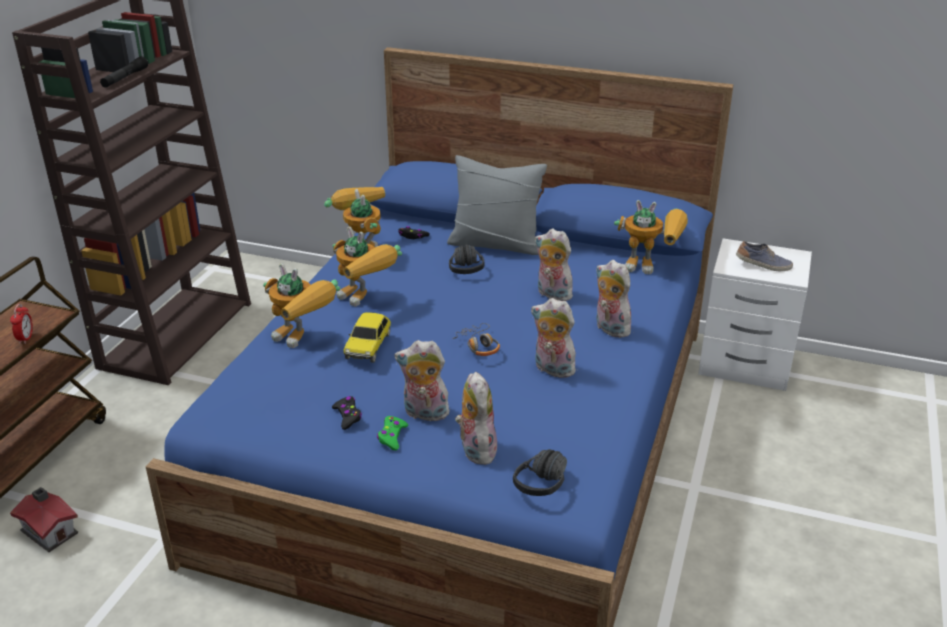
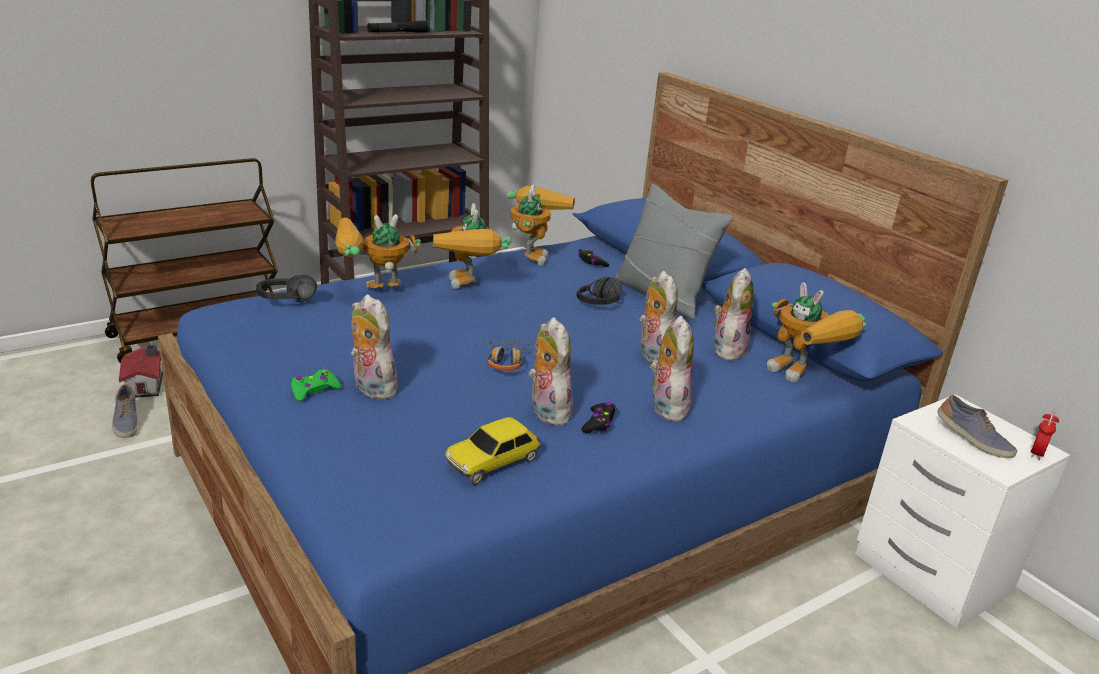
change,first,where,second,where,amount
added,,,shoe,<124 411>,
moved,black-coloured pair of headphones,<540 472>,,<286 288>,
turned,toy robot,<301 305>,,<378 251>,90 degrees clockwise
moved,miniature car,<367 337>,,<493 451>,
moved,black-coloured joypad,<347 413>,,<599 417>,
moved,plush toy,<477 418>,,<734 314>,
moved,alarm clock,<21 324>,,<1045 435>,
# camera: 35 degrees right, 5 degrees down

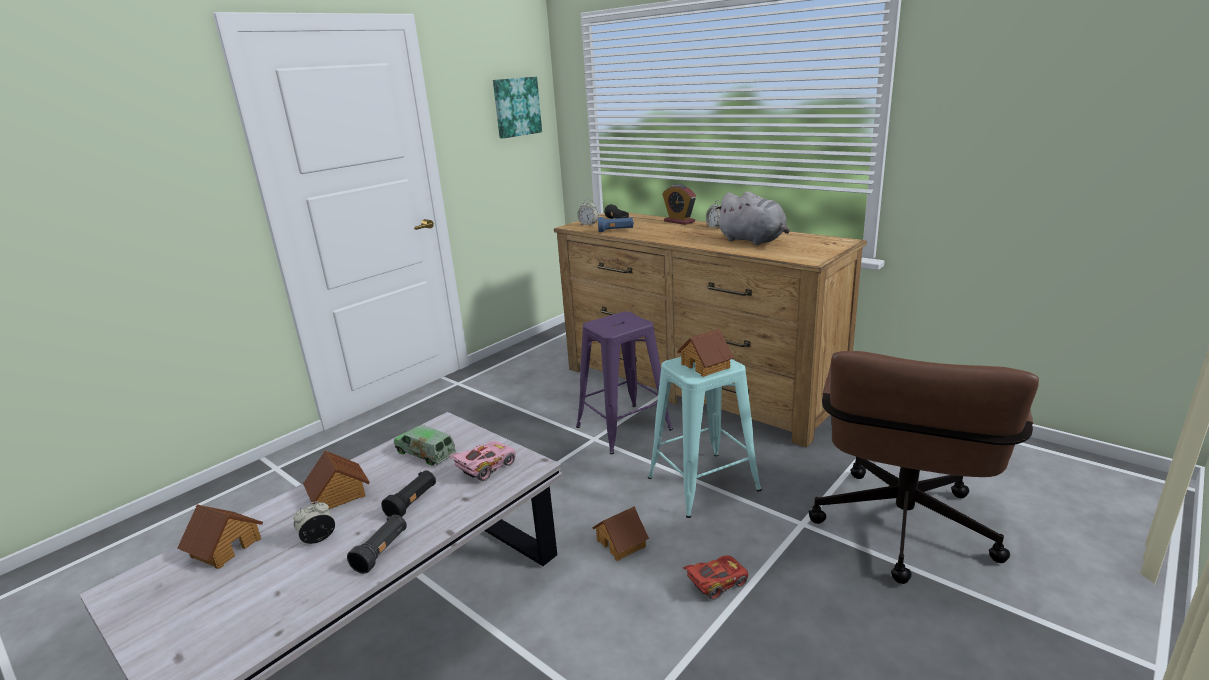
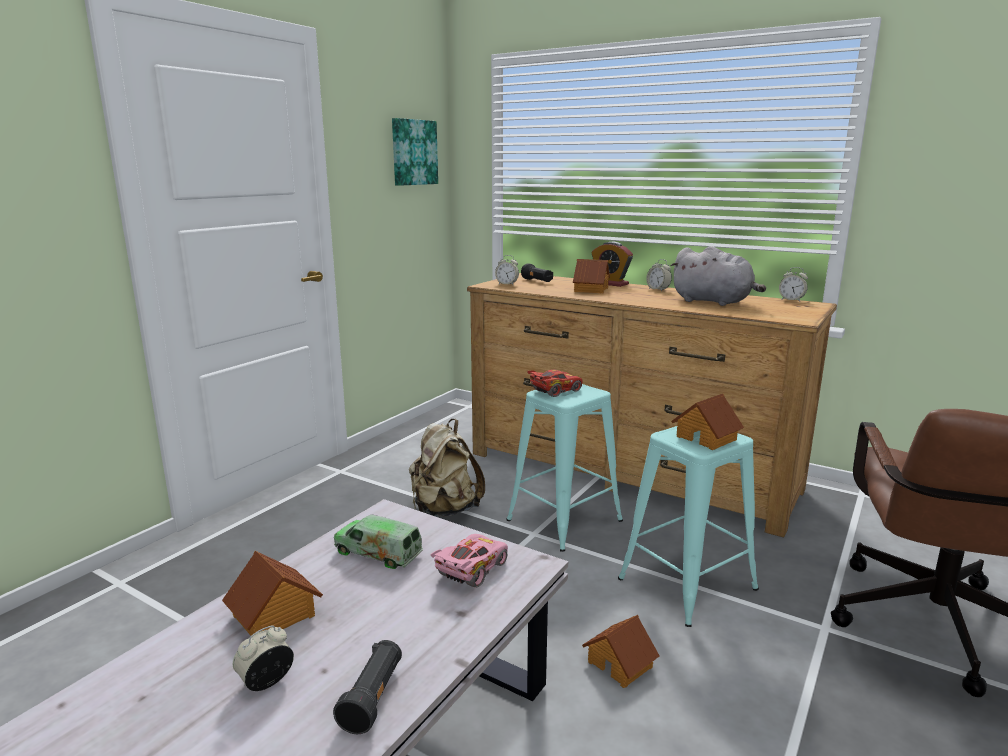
change,first,where,second,where,amount
added,,,beige backpack,<447 468>,
recoloured,purple-coloured sitting stool,<624 383>,turquoise sitting stool,<564 468>,
moved,reddish miniature car,<715 577>,,<554 383>,
moved,model house,<220 536>,,<591 276>,
added,,,alarm clock,<793 284>,
removed,black-coloured hand torch,<408 494>,,,
removed,blue hand torch,<616 224>,,,
# camera: 10 degrees left, 5 degrees down

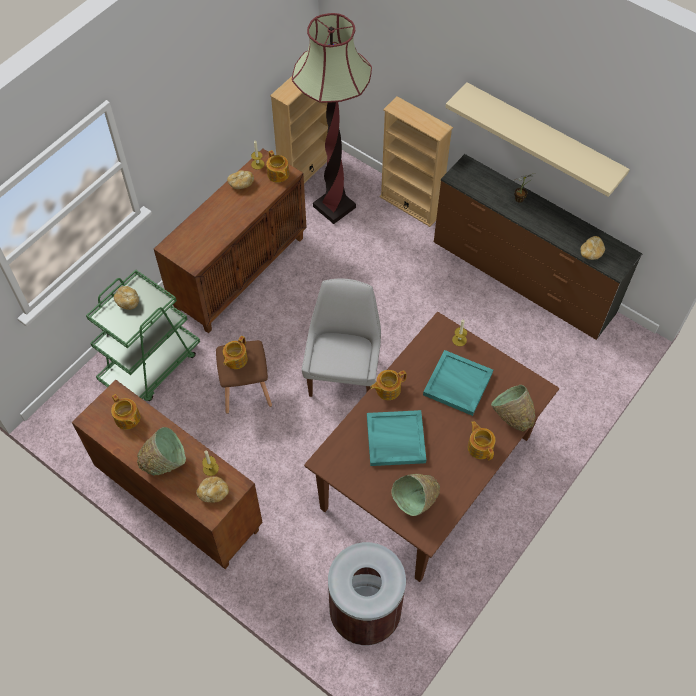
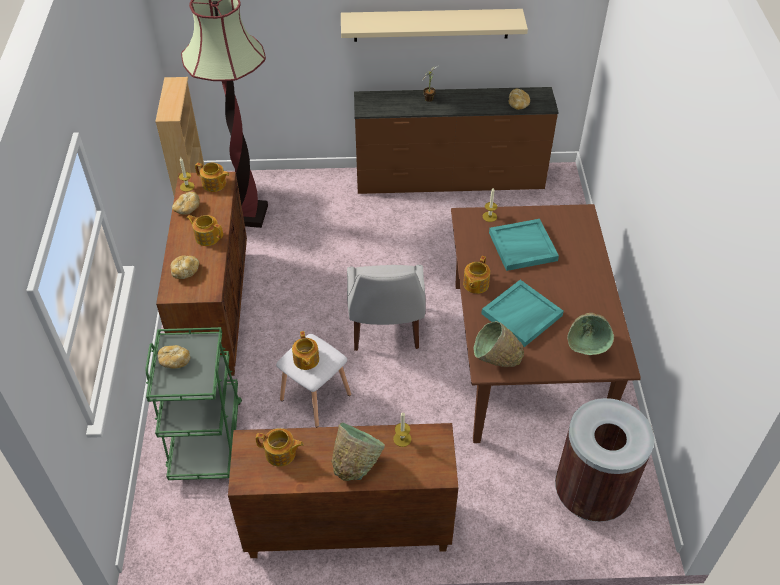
change,first,where,second,where,amount
moved,baked bread,<212 489>,,<185 267>,
moved,pot for tea,<481 440>,,<205 230>,
recoloured,brown-coloured sitting stool,<244 377>,white-coloured sitting stool,<313 380>,
turned,white-coloured chair,<341 338>,,<386 308>,150 degrees counterclockwise
moved,green-coloured serving bowl,<513 408>,,<498 344>,
removed,beige shelving unit,<416 161>,,,
# camera: 40 degrees left, 10 degrees down

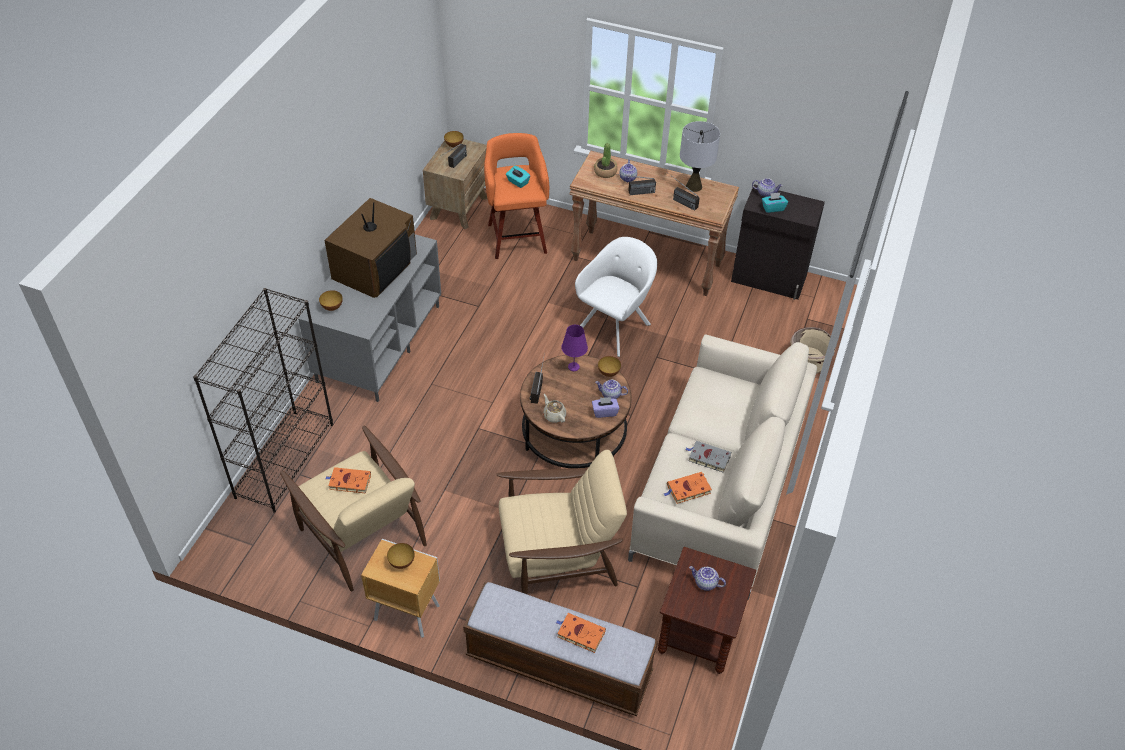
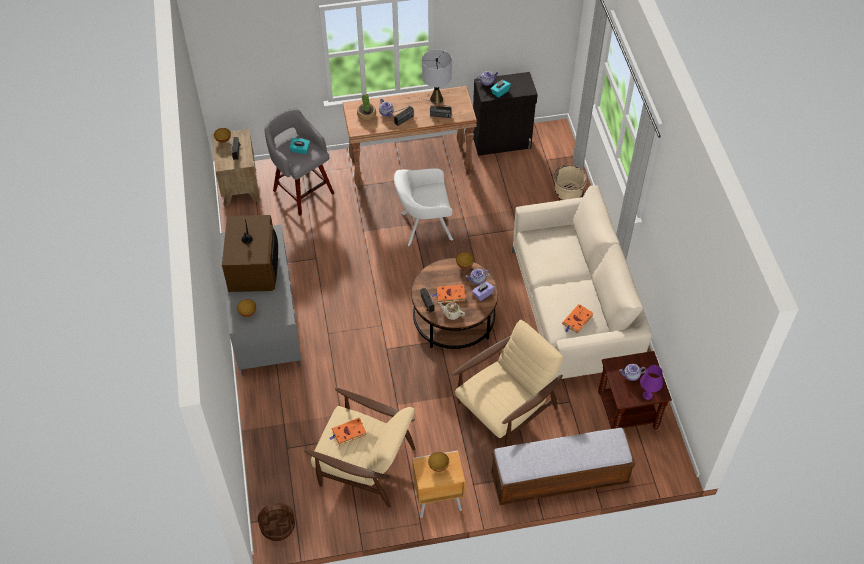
change,first,where,second,where,amount
added,,,basket,<276 522>,
recoloured,orange-coloured sitting stool,<516 196>,greyish sitting stool,<299 162>,
turned,white-coloured lounge chair,<616 297>,,<423 207>,105 degrees counterclockwise
moved,orange-coloured book,<581 633>,,<449 293>,
moved,purple-coloured lamp for a table,<574 348>,,<651 382>,
removed,black-coloured shelving unit,<263 400>,,,
removed,greyish book,<708 457>,,,
# camera: 30 degrees left, 5 degrees up

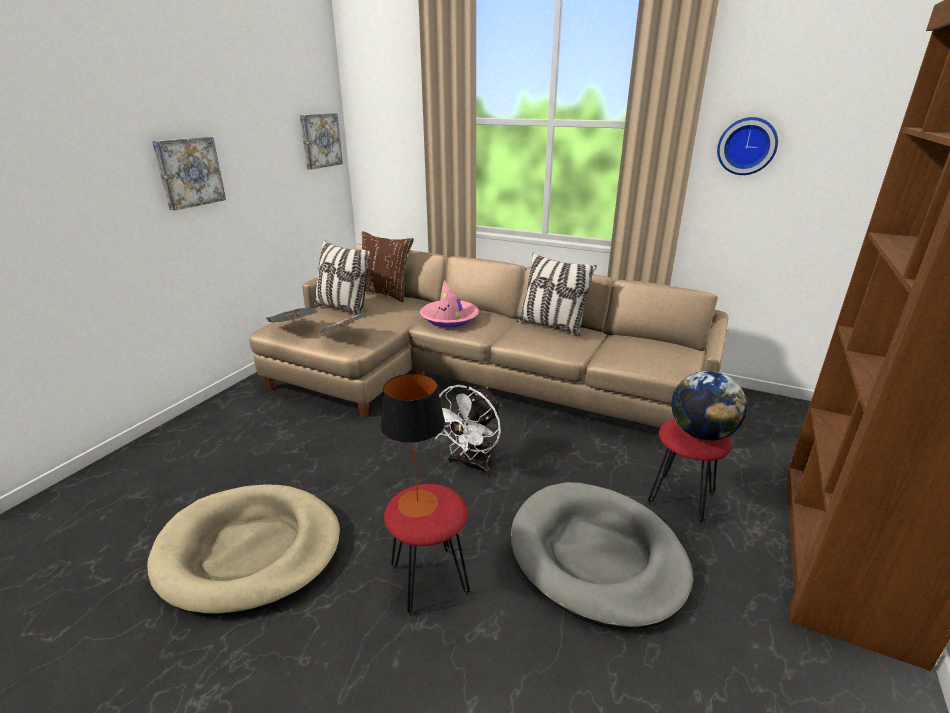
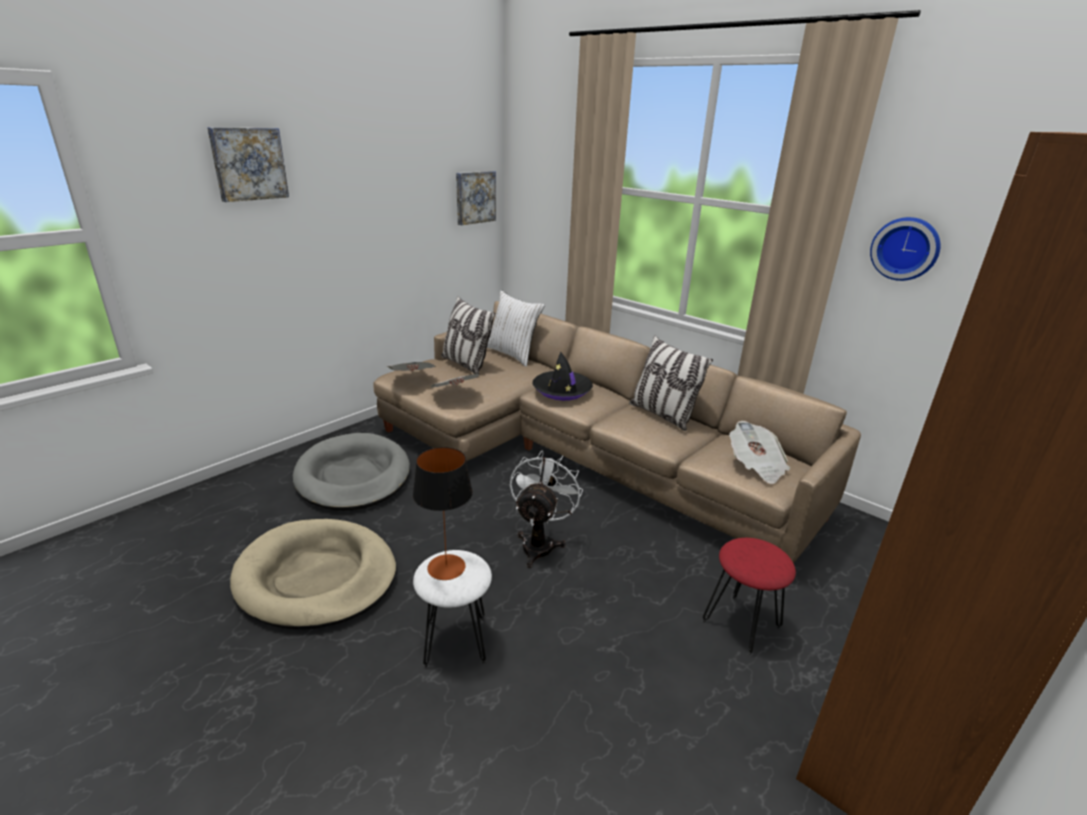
change,first,where,second,where,amount
moved,wall art,<189 174>,,<248 164>,
moved,greyish dog cushion,<602 555>,,<351 472>,
recoloured,reddish sitting stool,<427 550>,white-coloured sitting stool,<452 609>,
recoloured,brown-coloured pillow,<388 266>,white-coloured pillow,<516 328>,
turned,white-coloured cooling fan,<468 431>,,<546 509>,150 degrees clockwise
recoloured,pinkish clothing hat,<449 303>,black-coloured clothing hat,<563 376>,
added,,,printed paper,<759 452>,
removed,globe,<709 406>,,,
# camera: 15 degrees right, 0 degrees up

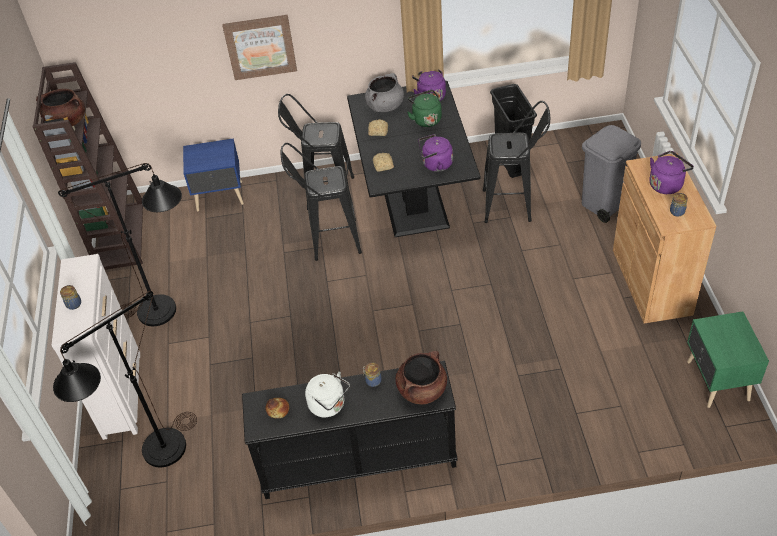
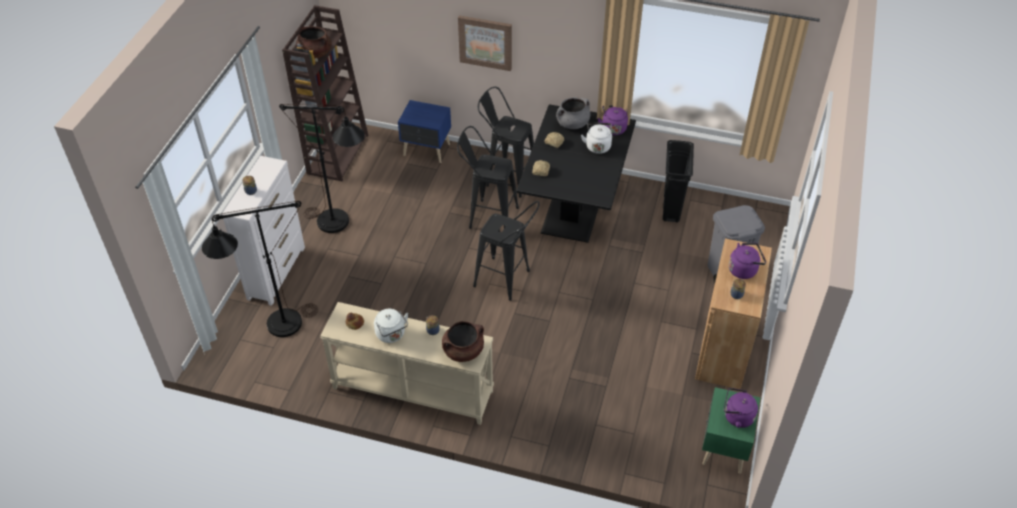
change,first,where,second,where,amount
recoloured,black-coloured console table,<350 430>,beige console table,<407 363>,
moved,black-coloured sitting stool,<516 162>,,<506 251>,
recoloured,green-coloured kettle,<424 108>,white-coloured kettle,<596 138>,
moved,purple-coloured kettle,<435 153>,,<741 408>,
# camera: 20 degrees right, 0 degrees up

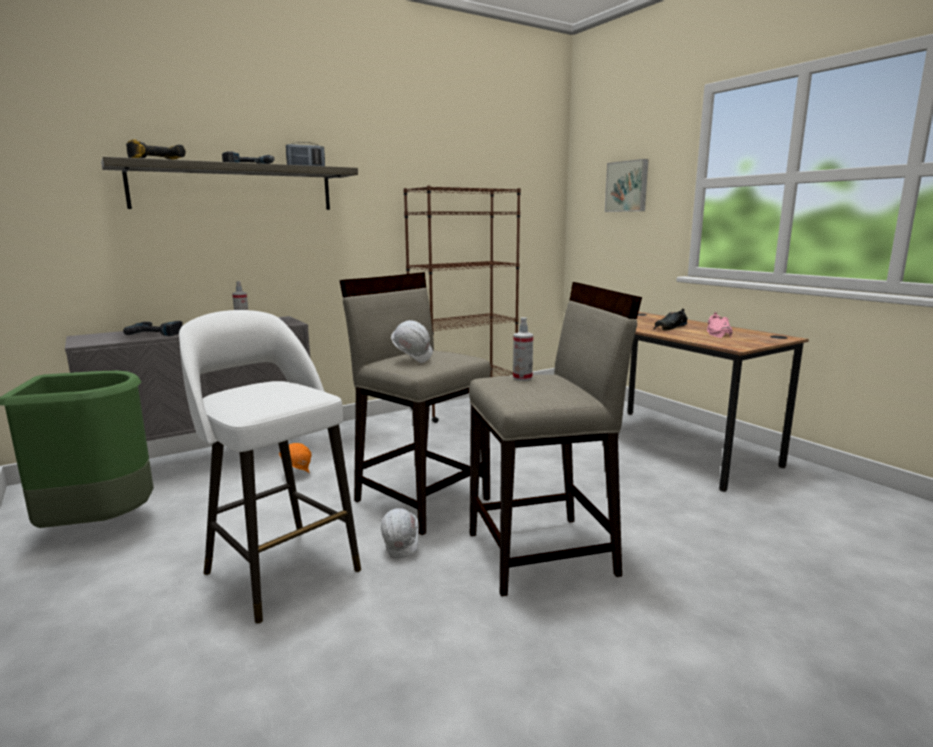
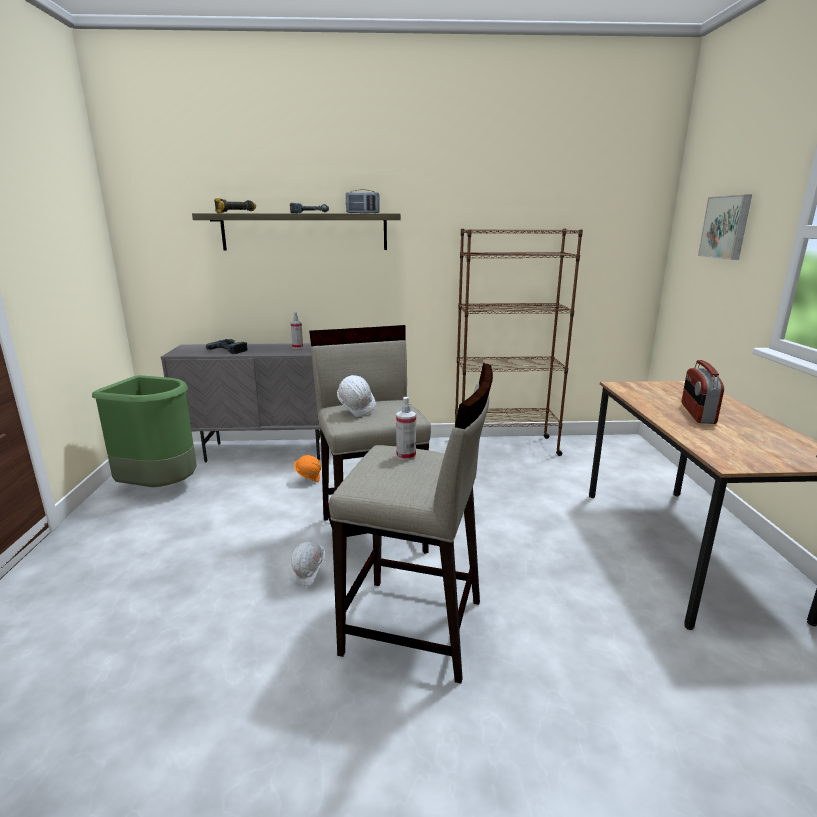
change,first,where,second,where,amount
replaced,black-coloured shoe,<671 320>,radio,<703 392>,
removed,white-coloured sitting stool,<270 467>,,,
removed,pinkish shoe,<719 325>,,,
# camera: 30 degrees right, 5 degrees up

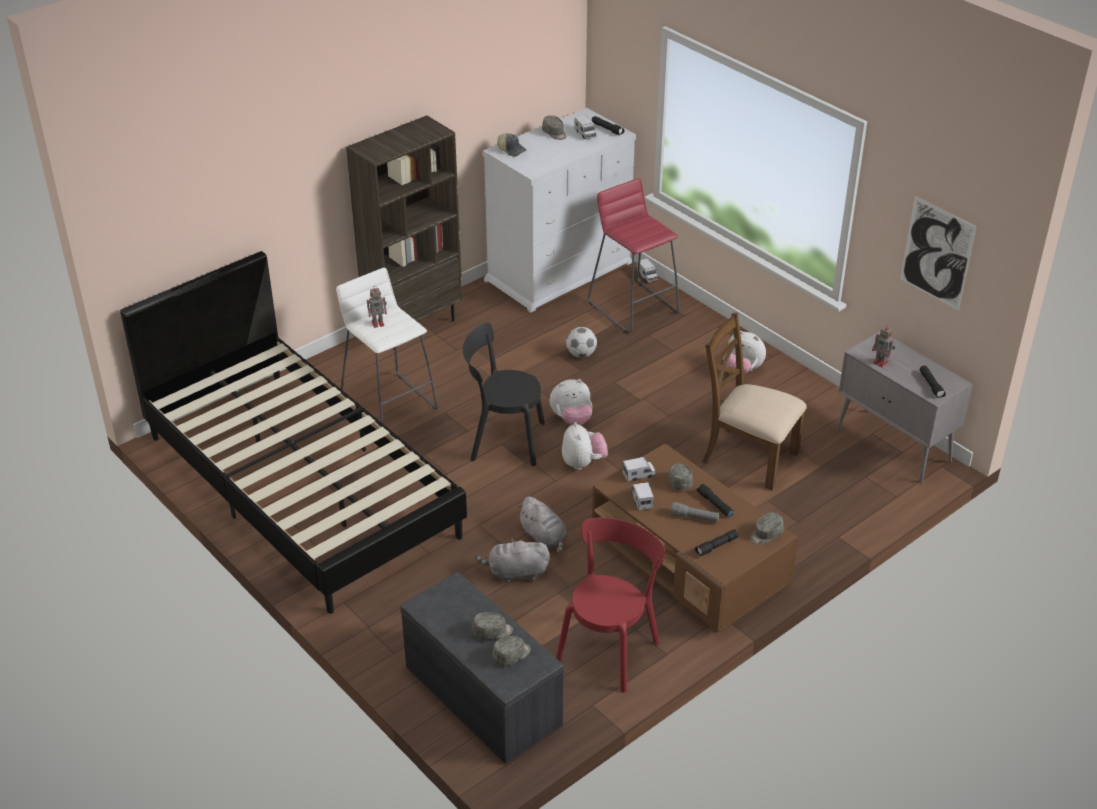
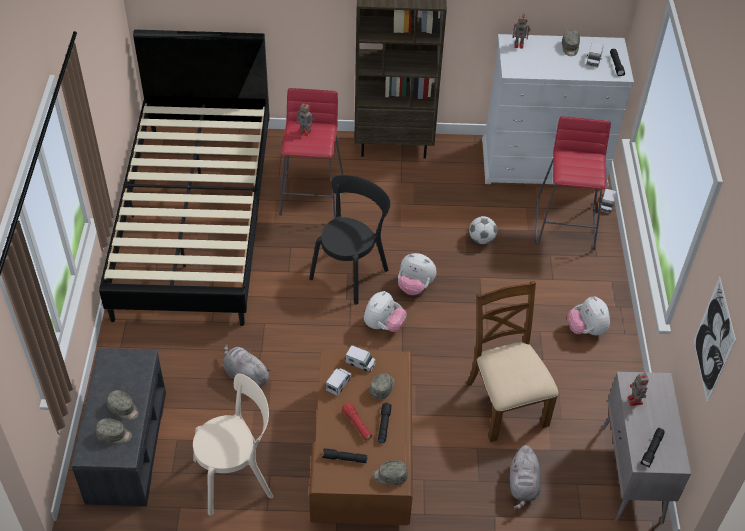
change,first,where,second,where,amount
recoloured,reddish chair,<610 605>,beige chair,<233 445>,
recoloured,white-coloured sitting stool,<387 345>,reddish sitting stool,<311 153>,
turned,black-coloured chair,<504 394>,,<350 240>,75 degrees clockwise
recoloured,greyish hand torch,<695 512>,reddish hand torch,<357 421>,
moved,greyish plush toy,<542 525>,,<525 477>,
replaced,cap,<512 145>,toy robot,<522 31>,
# camera: 40 degrees right, 10 degrees up

